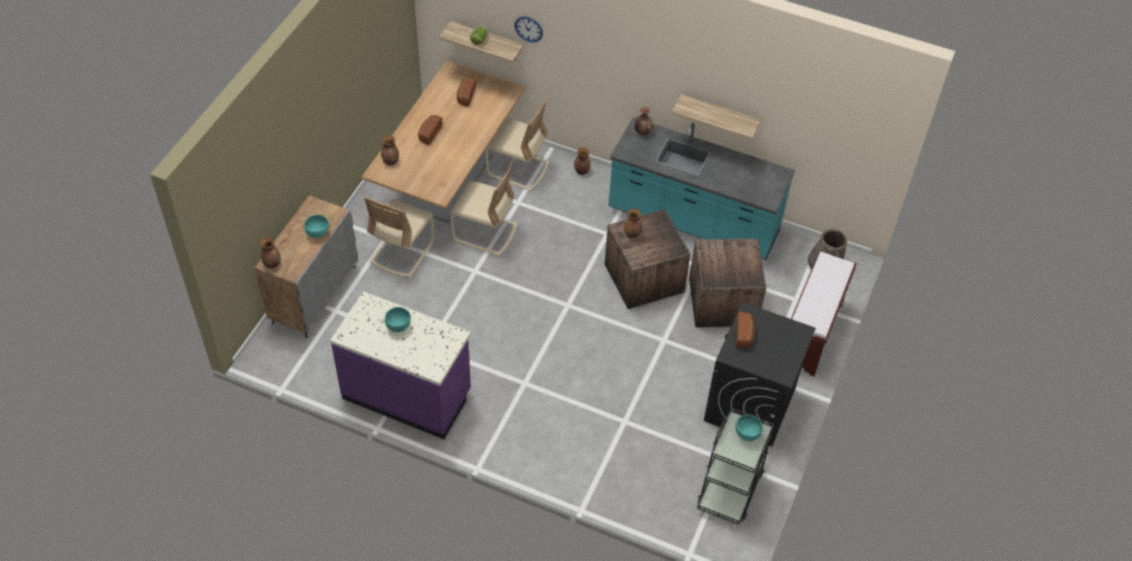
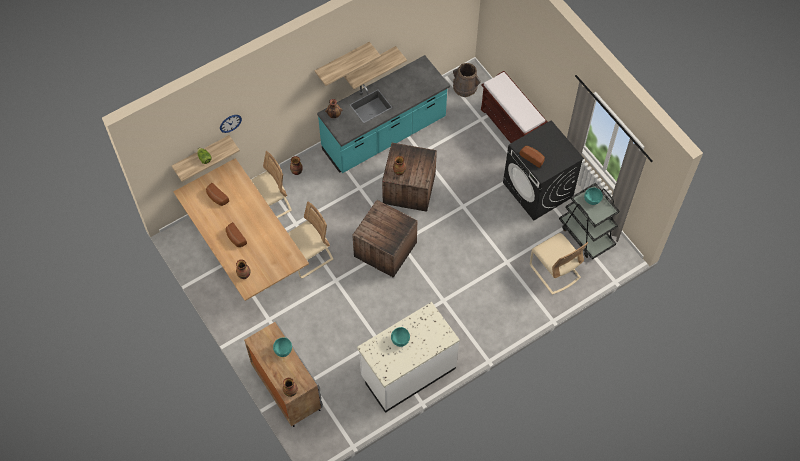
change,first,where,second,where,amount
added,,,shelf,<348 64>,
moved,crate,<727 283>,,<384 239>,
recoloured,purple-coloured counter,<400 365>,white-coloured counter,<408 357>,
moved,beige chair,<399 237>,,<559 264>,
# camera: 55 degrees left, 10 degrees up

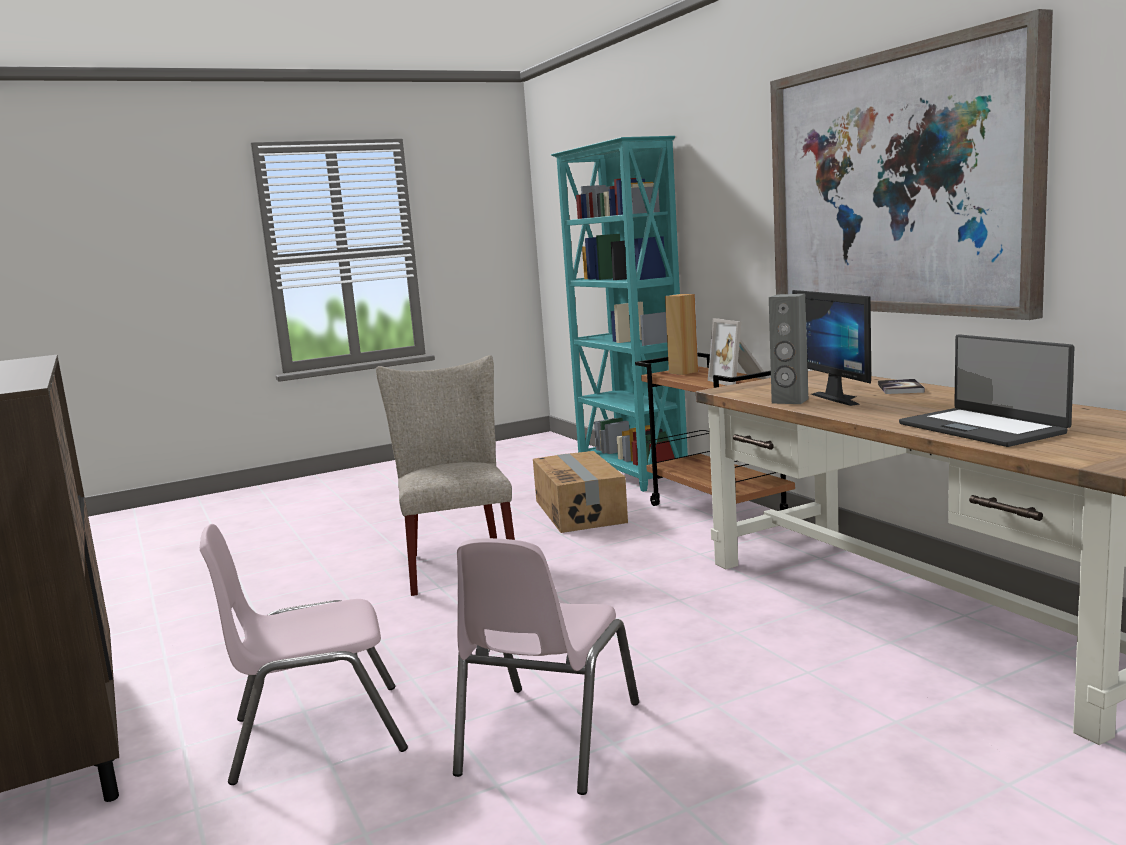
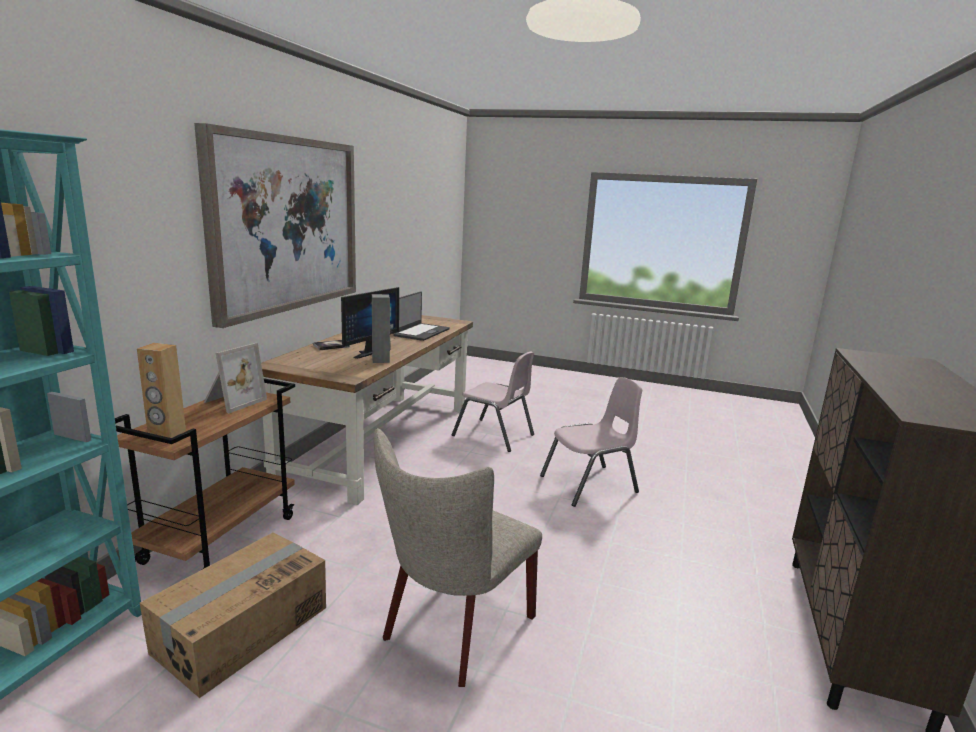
change,first,where,second,where,amount
moved,pinkish chair,<304 654>,,<493 402>,
# camera: 135 degrees left, 5 degrees up

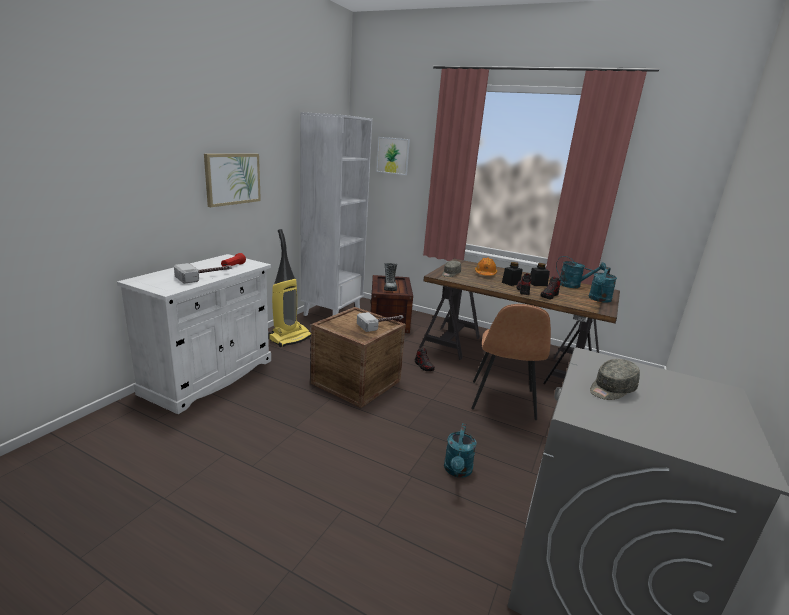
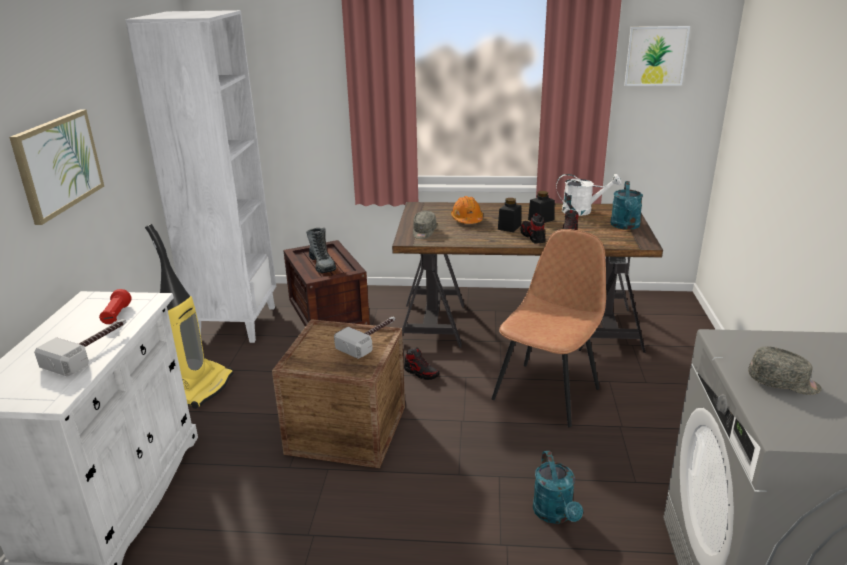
change,first,where,second,where,amount
turned,brown-coloured chair,<511 362>,,<548 328>,135 degrees counterclockwise
recoloured,turquoise watering can,<581 272>,white-coloured watering can,<589 195>,
moved,wall art,<393 156>,,<657 56>,
turned,greyish cap,<615 379>,,<785 370>,105 degrees counterclockwise
# camera: 20 degrees left, 5 degrees up

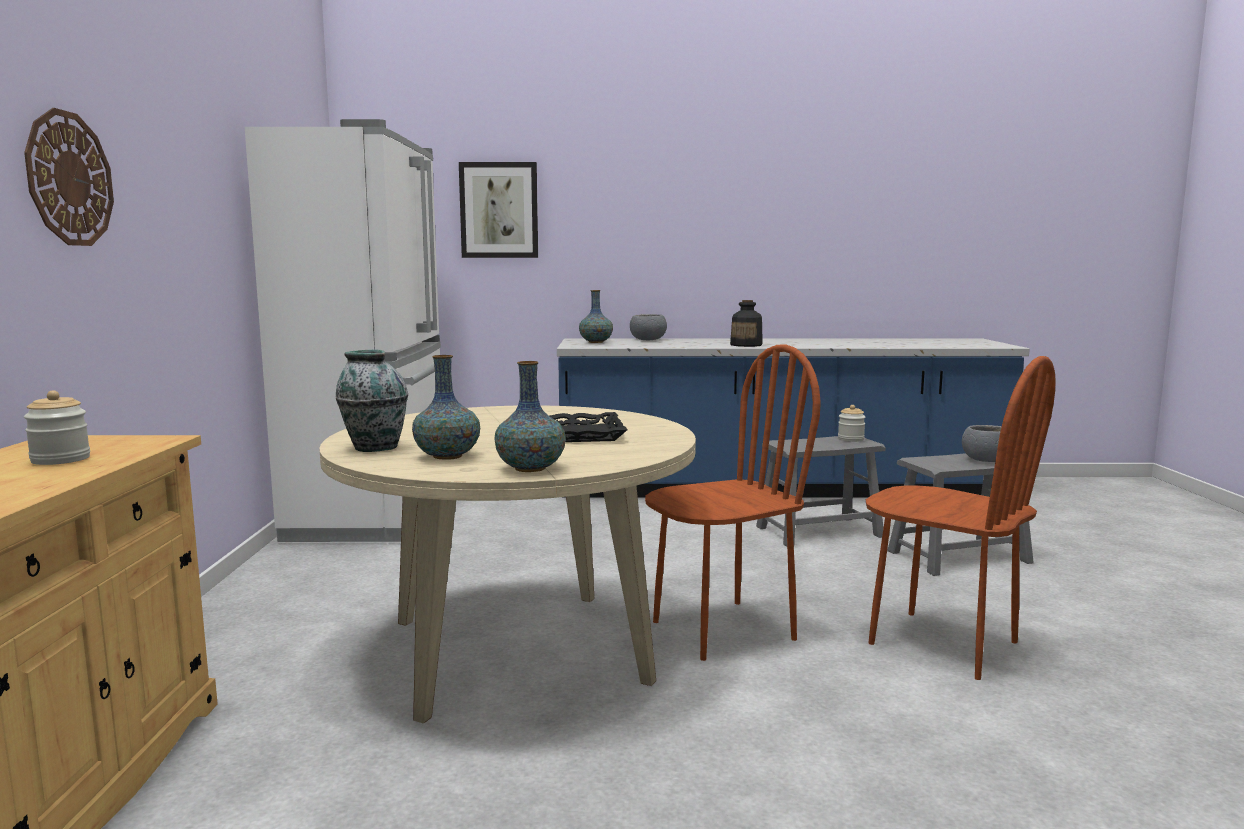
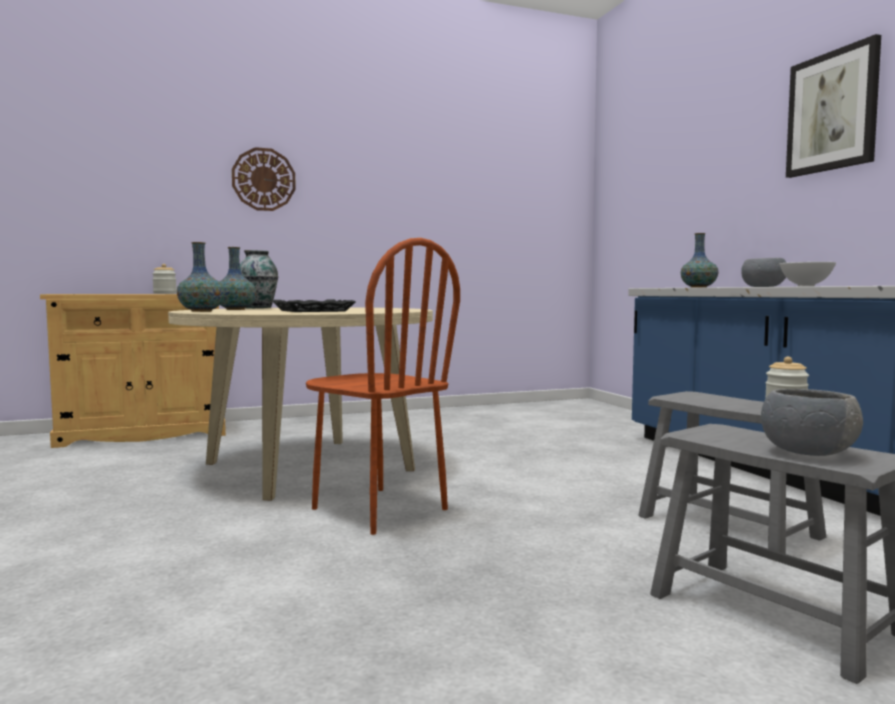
change,first,where,second,where,amount
replaced,bottle,<746 323>,white-coloured serving bowl,<808 274>,
moved,wall art,<498 210>,,<833 106>,
removed,white-coloured kitchen fridge,<343 330>,,,
removed,brown-coloured chair,<960 518>,,,
# camera: 70 degrees right, 5 degrees down

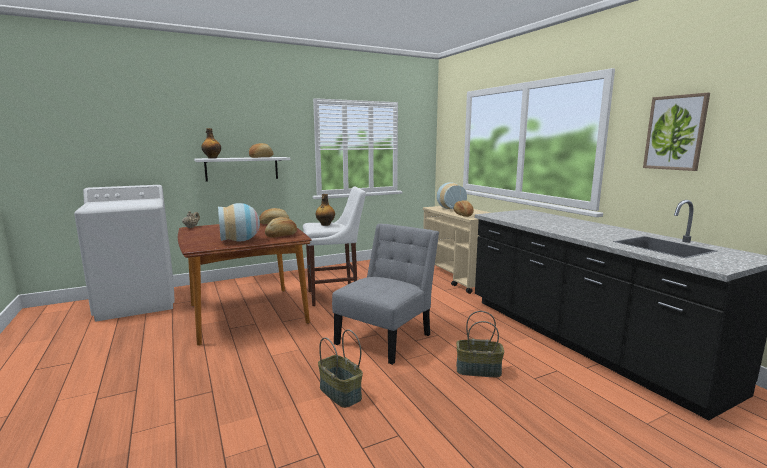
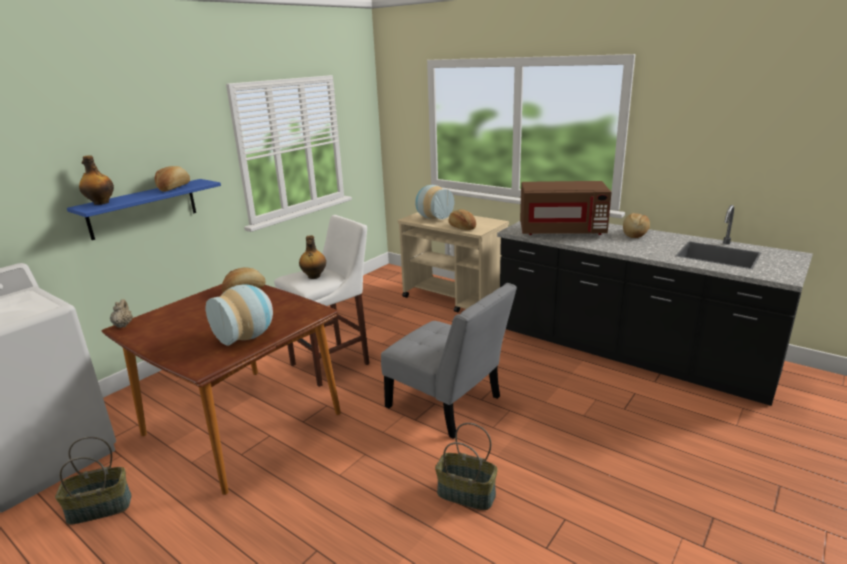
change,first,where,second,where,amount
moved,basket,<480 344>,,<93 481>,
recoloured,white-coloured shelf,<242 169>,blue shelf,<144 209>,
turned,greyish chair,<385 294>,,<449 361>,120 degrees clockwise
added,,,brown-coloured microwave oven,<566 208>,
moved,baked bread,<281 227>,,<636 225>,
removed,wall art,<676 132>,,,
# camera: 25 degrees left, 10 degrees up

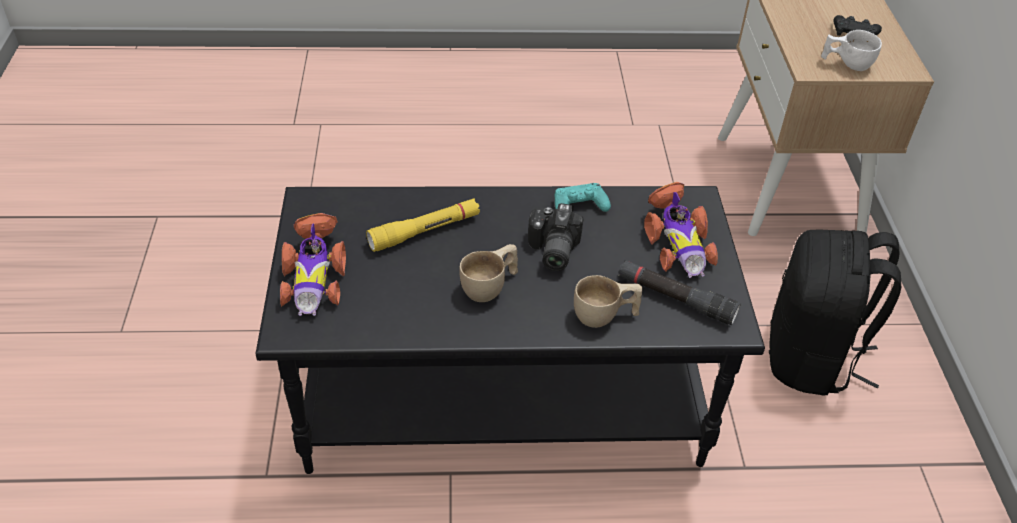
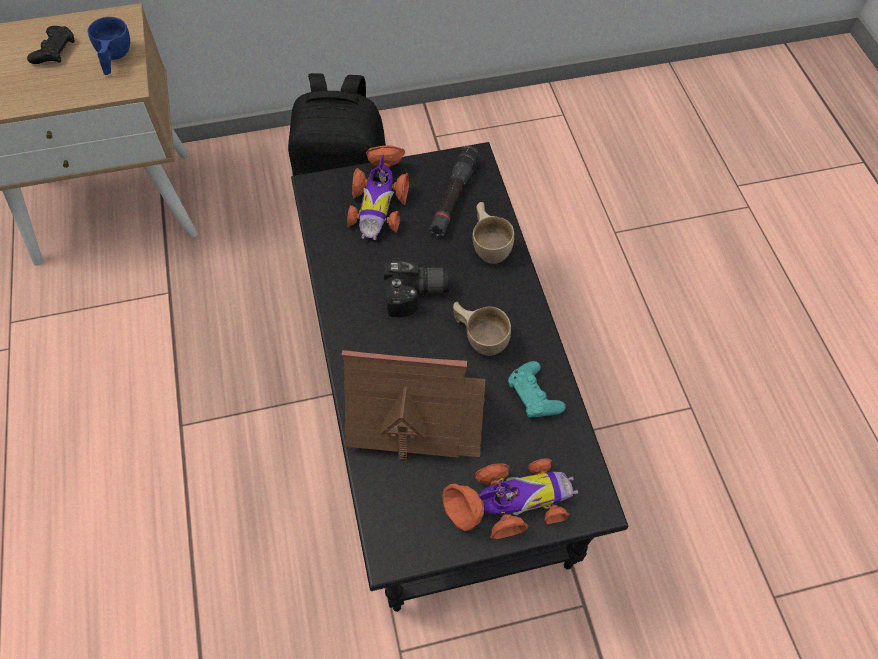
change,first,where,second,where,amount
recoloured,white-coloured small cup,<851 50>,blue small cup,<109 46>,
replaced,yellow-coloured hand torch,<423 225>,model house,<413 406>,
turned,miniature car,<681 230>,,<378 192>,120 degrees clockwise
moved,turquoise joypad,<582 197>,,<537 389>,
# camera: 100 degrees left, 15 degrees up

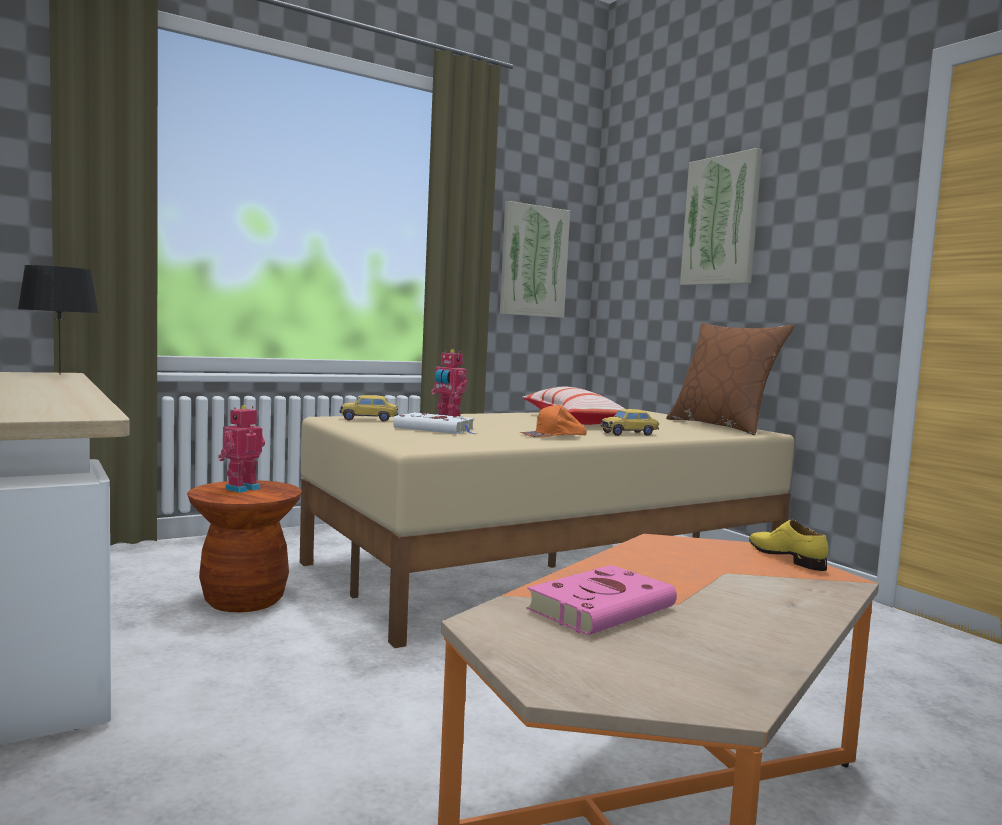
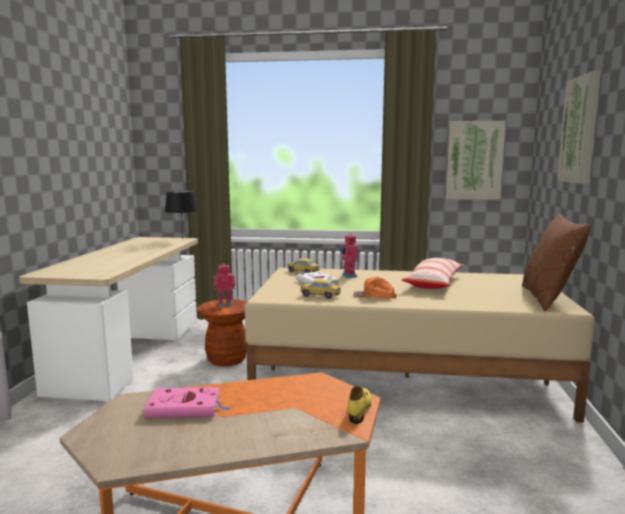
change,first,where,second,where,amount
moved,miniature car,<629 422>,,<321 289>,
# camera: 40 degrees right, 5 degrees up

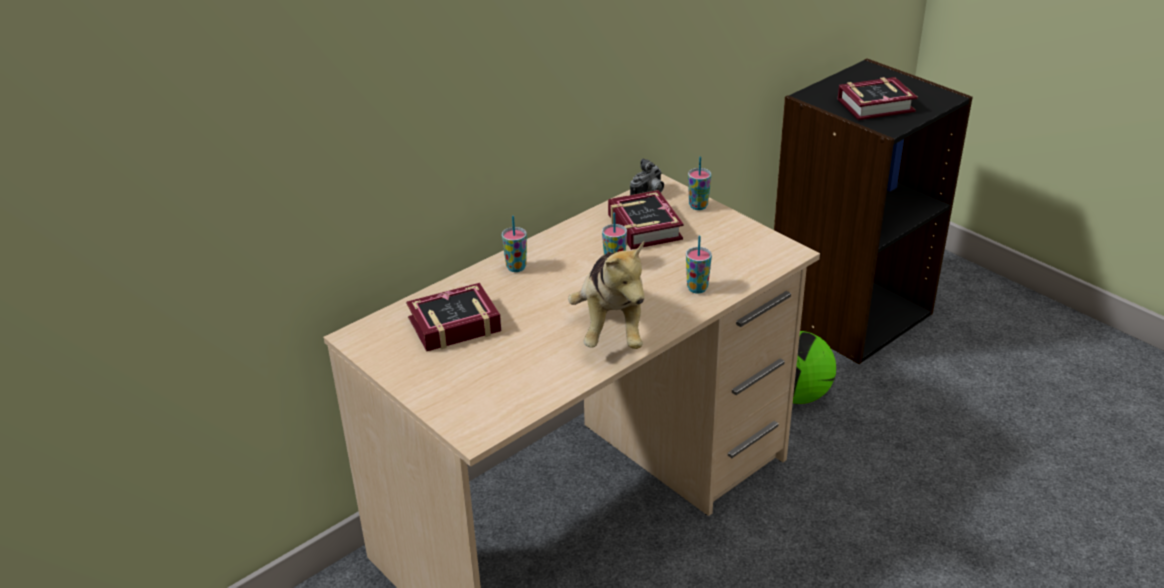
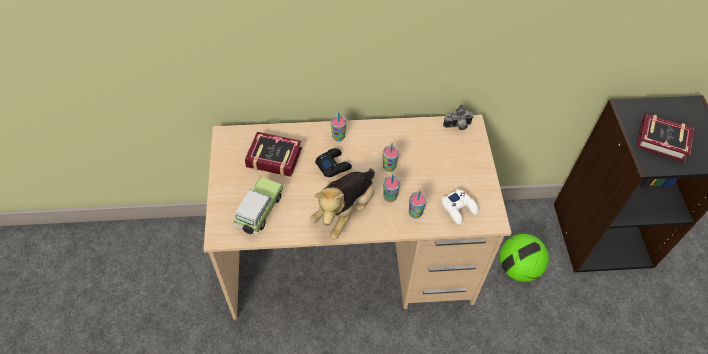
change,first,where,second,where,amount
added,,,miniature car,<258 205>,
added,,,black-coloured joypad,<333 162>,
moved,small cup,<699 183>,,<391 188>,
added,,,white-coloured joypad,<460 207>,
removed,book,<646 220>,,,
# camera: 35 degrees right, 20 degrees up

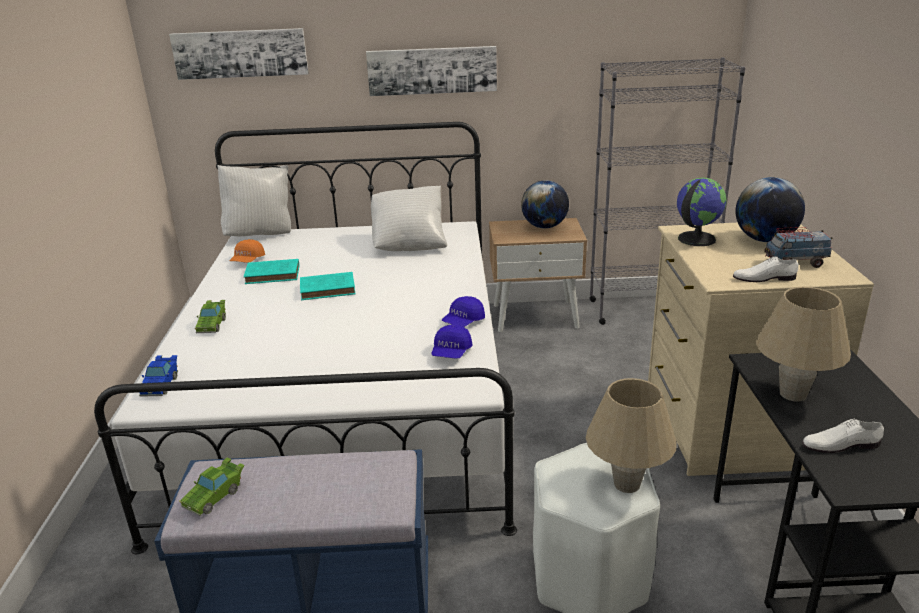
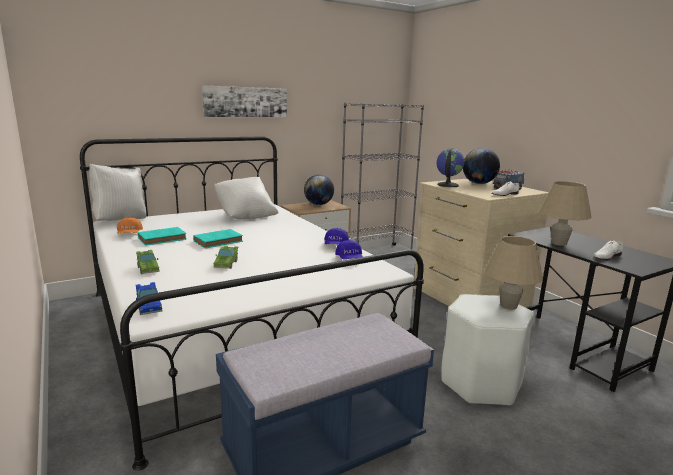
change,first,where,second,where,amount
moved,green-coloured miniature car,<212 486>,,<226 257>,
removed,wall art,<239 54>,,,
# camera: 30 degrees left, 10 degrees down

